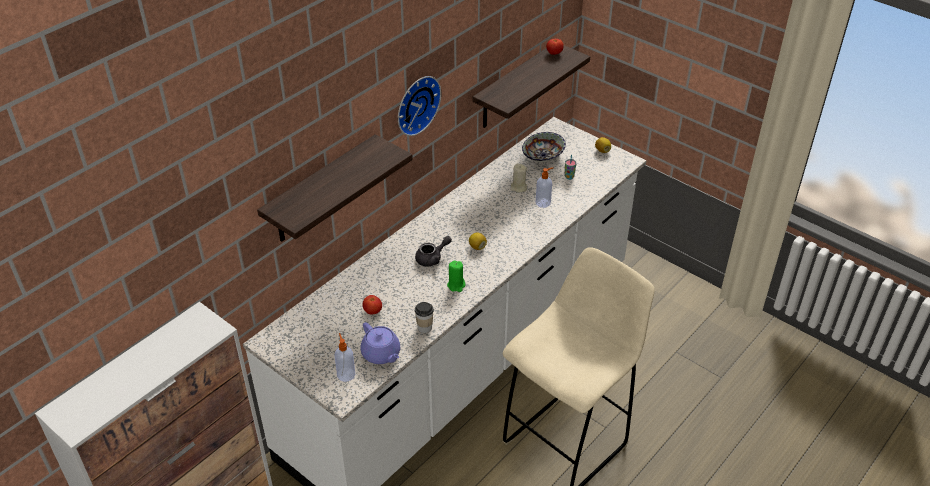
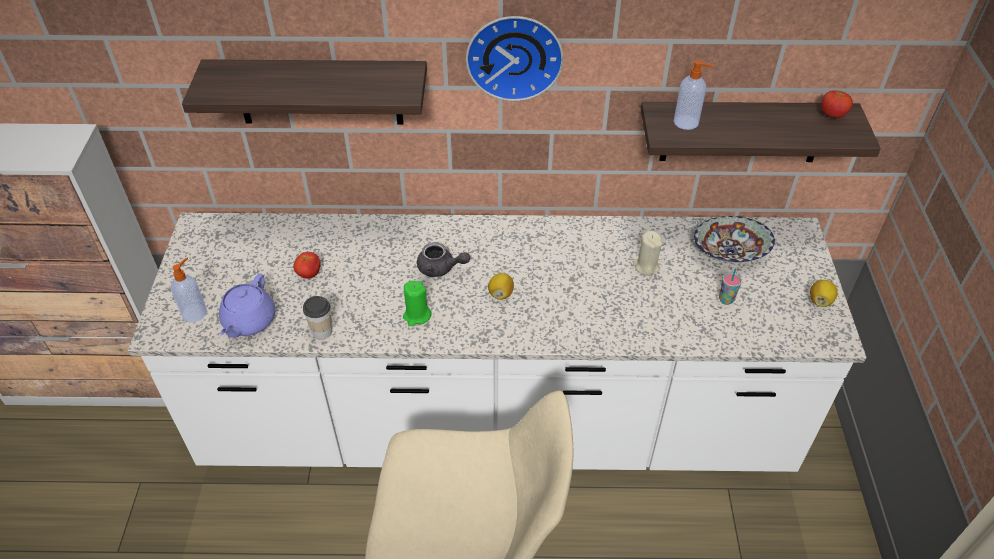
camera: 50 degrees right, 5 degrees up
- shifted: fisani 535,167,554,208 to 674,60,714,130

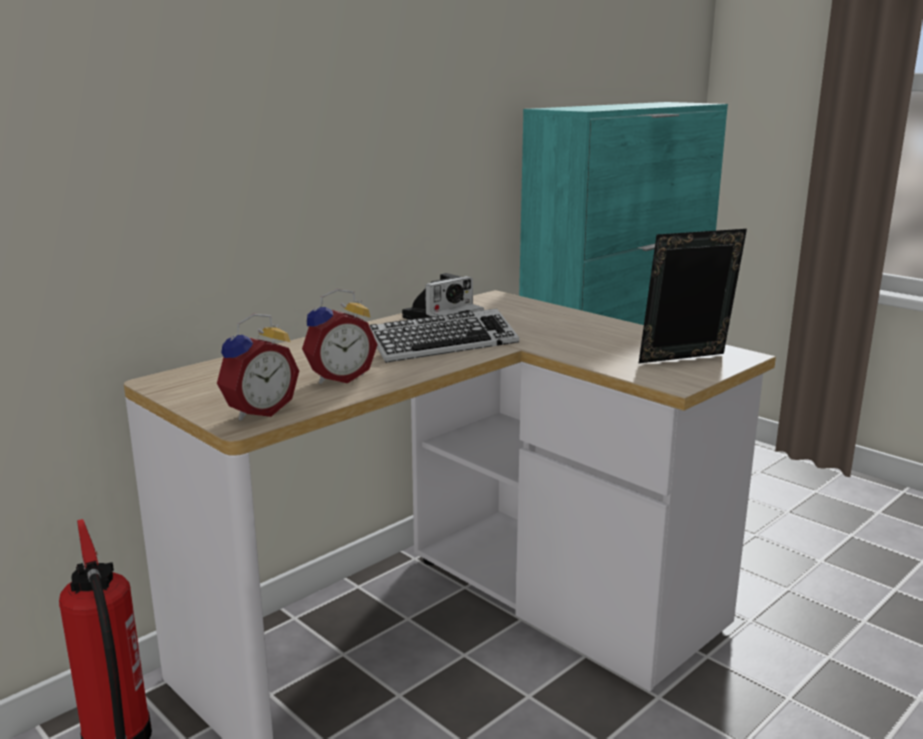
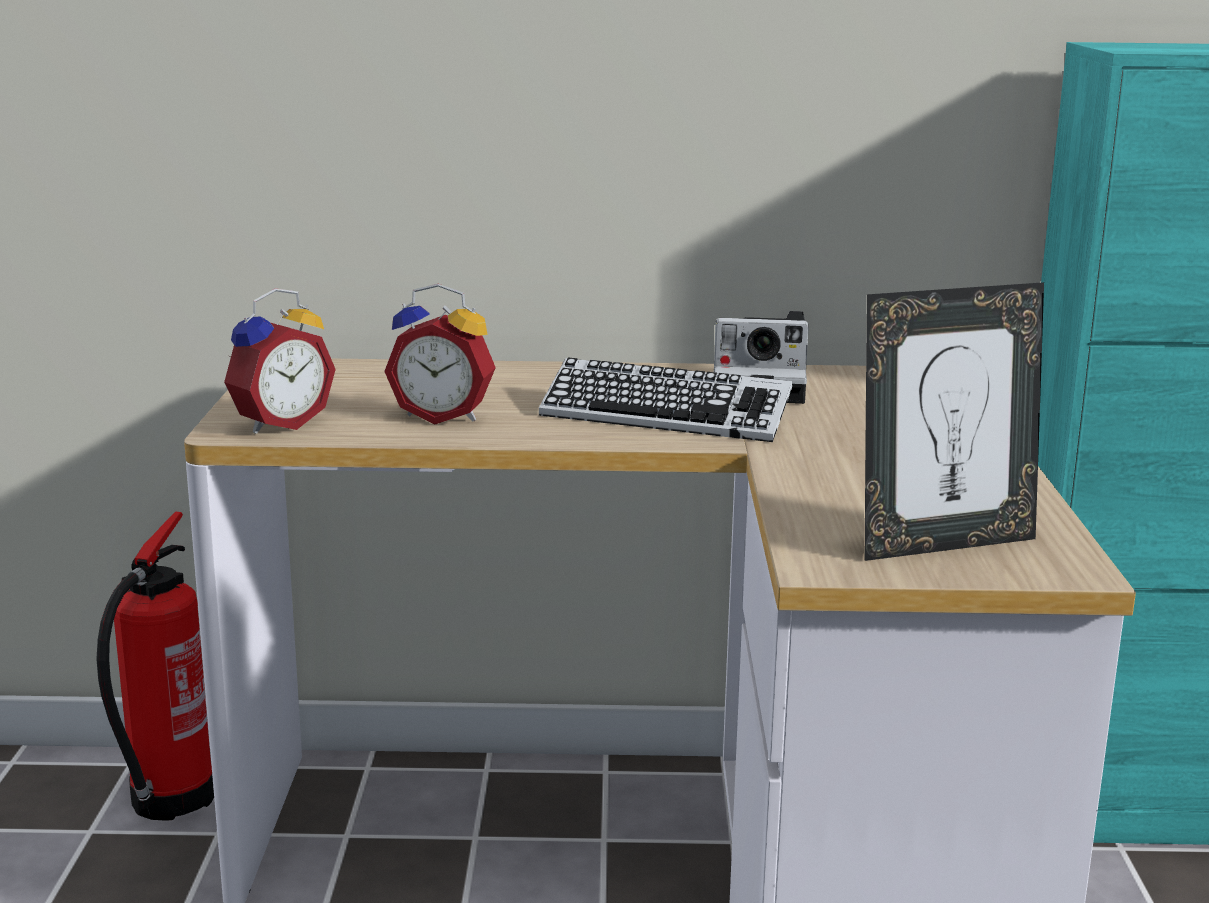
camera: 45 degrees right, 0 degrees up
- rotated: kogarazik 217,314,299,420 = 224,288,336,434 45 degrees counterclockwise
- rotated: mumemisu 639,229,747,363 = 865,282,1044,561 135 degrees clockwise

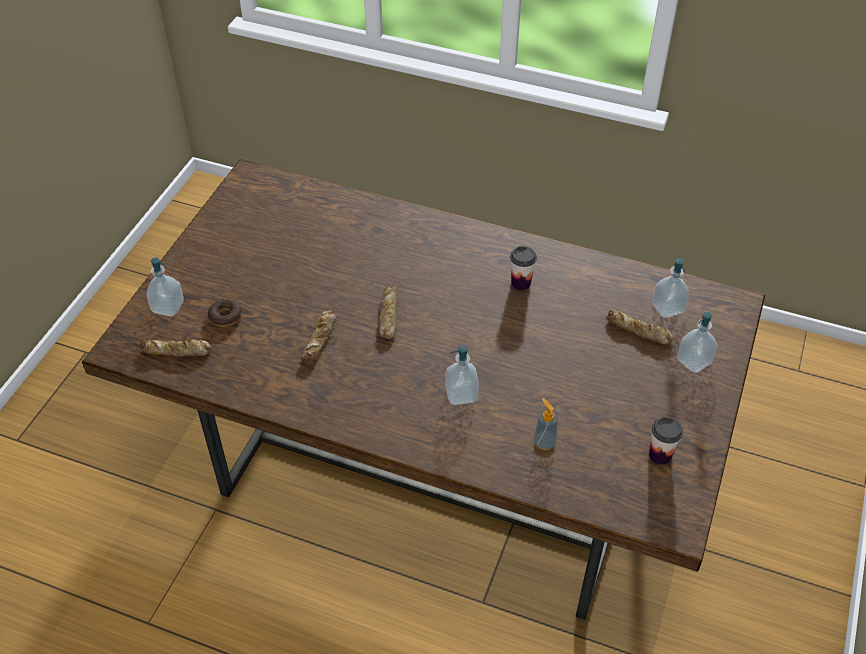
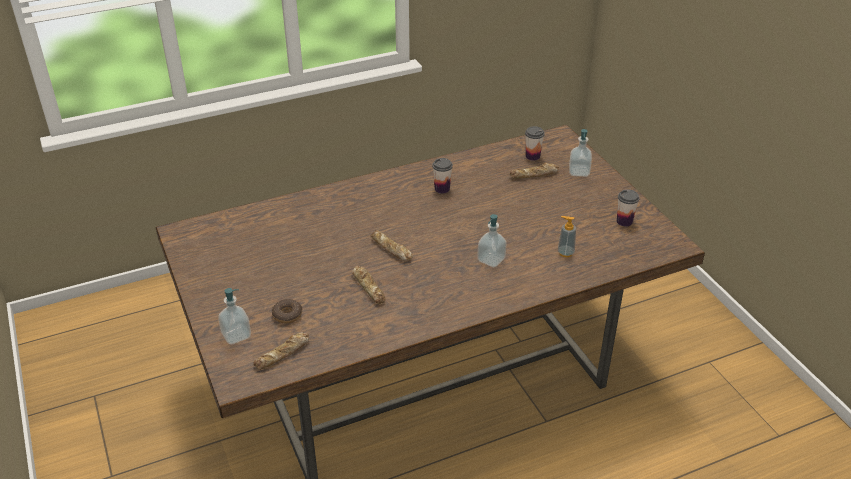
camera: 45 degrees left, 10 degrees down
- swapped: fisani 652,259,689,318 to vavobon 525,126,545,161

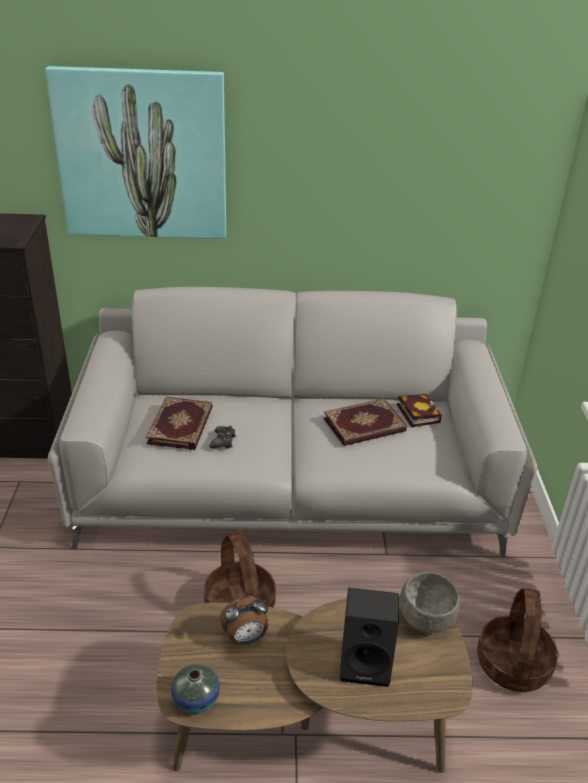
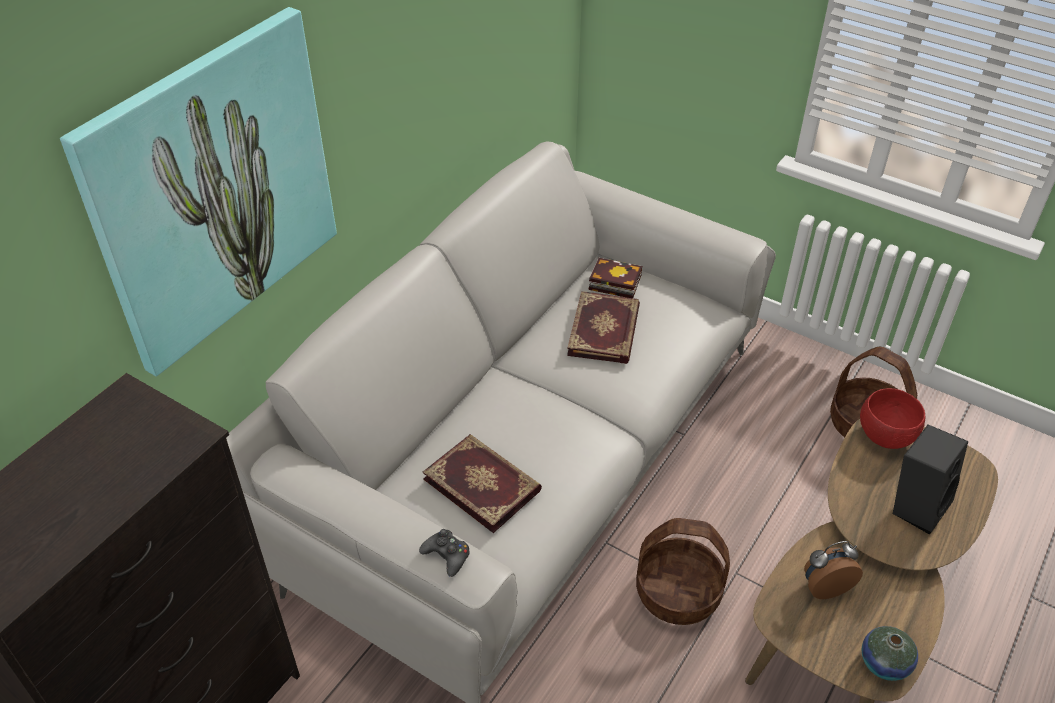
camera: 55 degrees left, 10 degrees up
- shifted: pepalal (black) 209,426,236,448 to 419,529,470,577
- repainted: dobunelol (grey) 400,572,460,633 to dobunelol (red) 860,388,925,449
- rotated: kogarazik 220,596,268,645 = 804,541,863,599 120 degrees counterclockwise

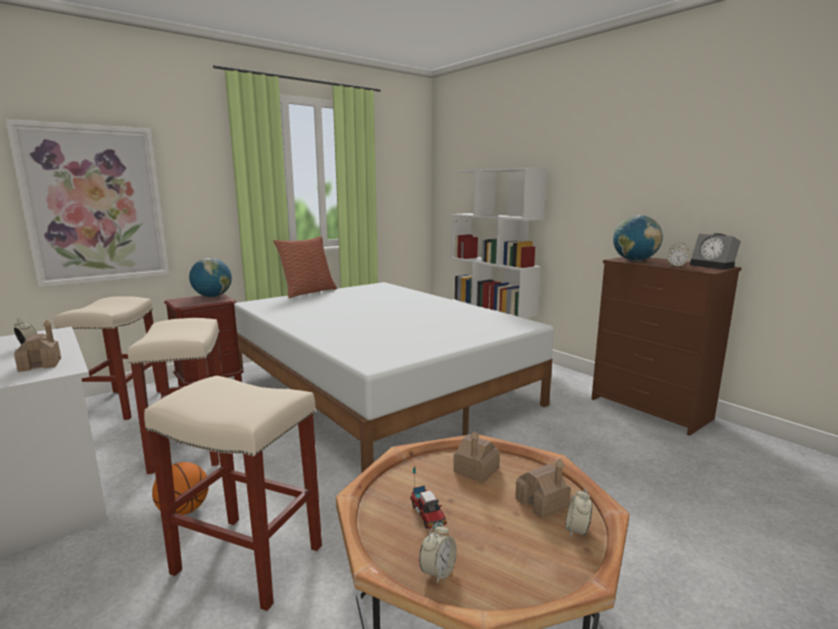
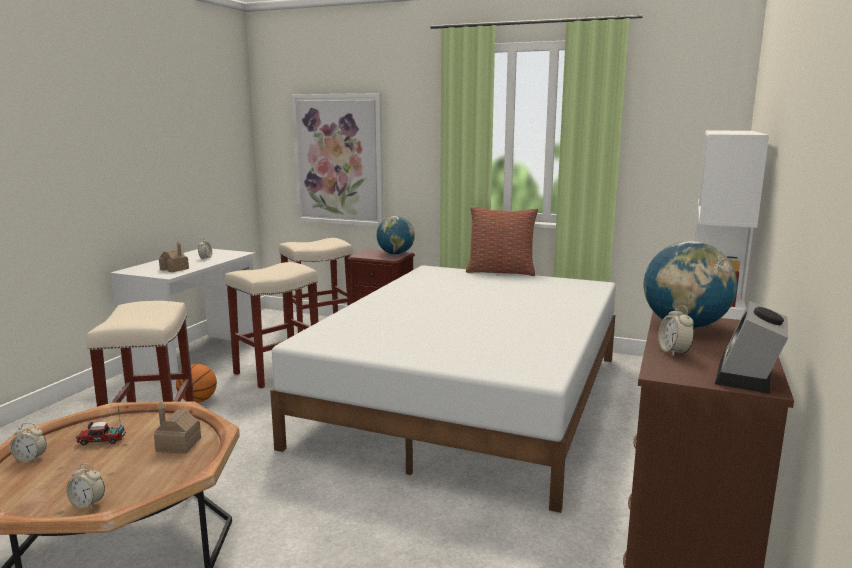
camera: 60 degrees right, 0 degrees up
- gone: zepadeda 515,458,571,519
- rotated: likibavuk 410,466,447,529 = 75,407,126,445 45 degrees clockwise
- rotated: kogarazik 566,489,592,537 = 66,463,105,509 150 degrees counterclockwise

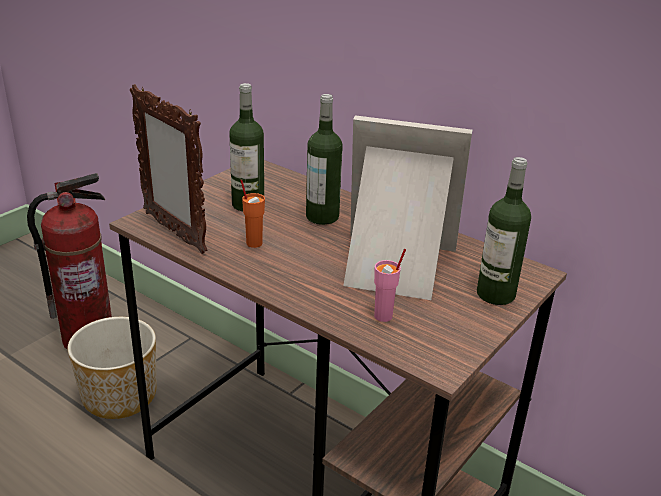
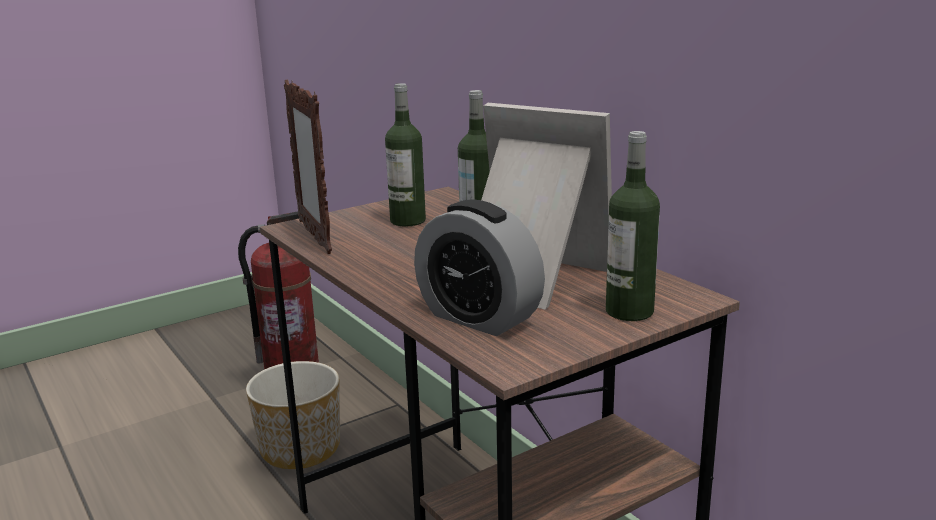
camera: 20 degrees right, 10 degrees down
- gone: vavobon (orange) 241,179,265,248
- swapped: vavobon (pink) 374,249,406,322 to kogarazik 414,199,545,336

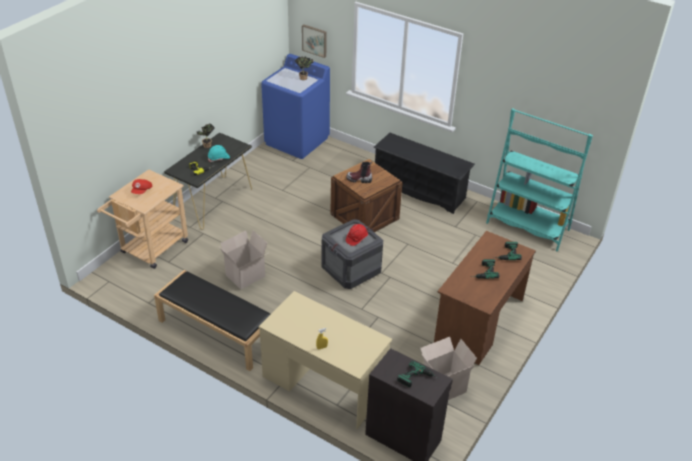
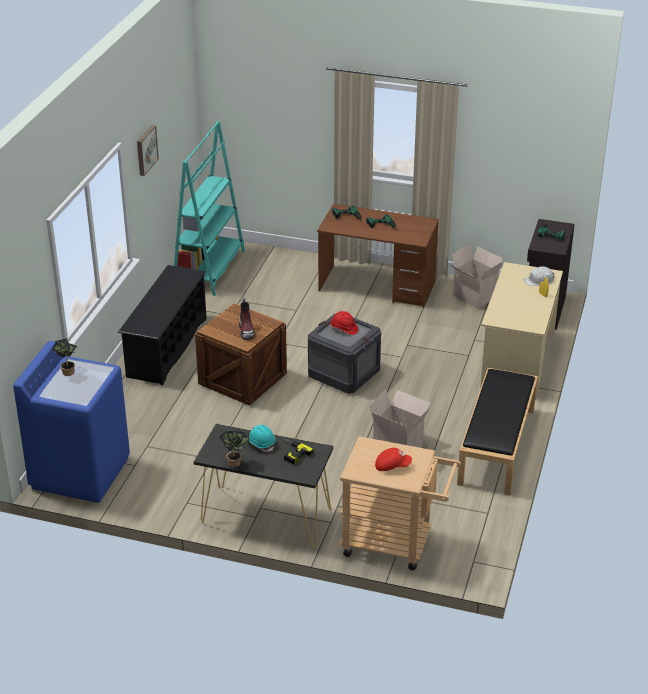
camera: 105 degrees left, 5 degrees down
- new: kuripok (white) 524,266,555,286
- shifted: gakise 302,24,327,58 to 137,125,159,176

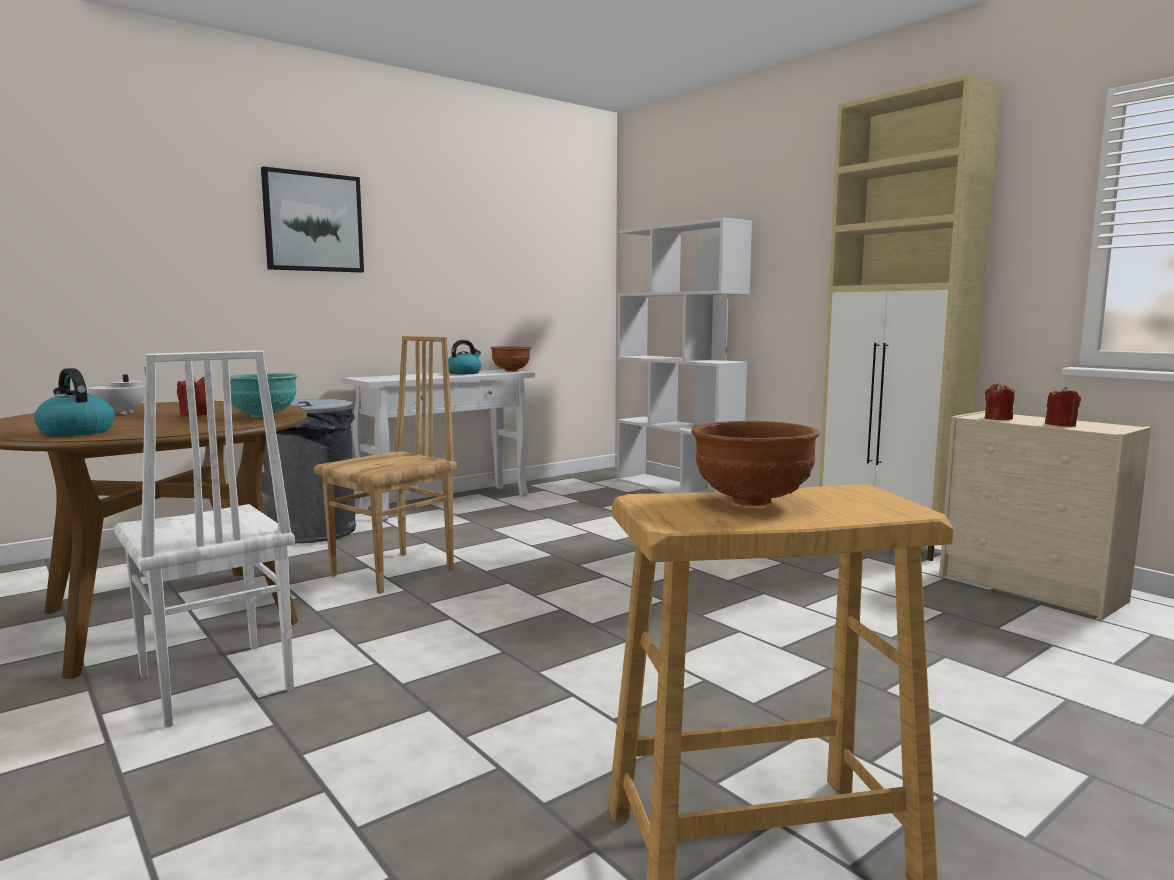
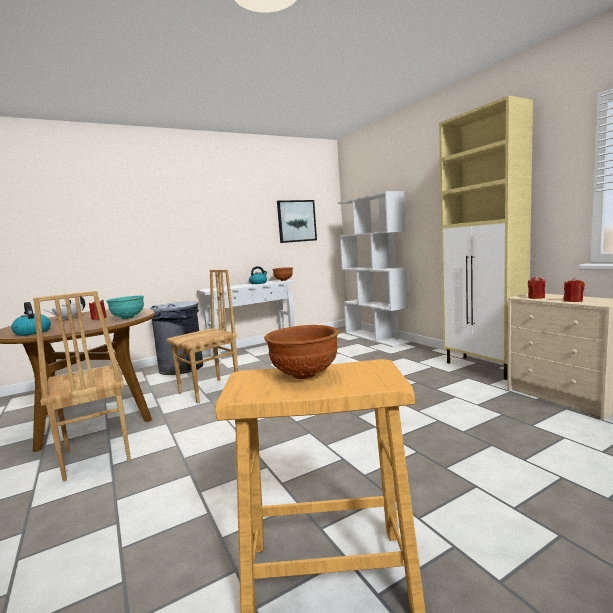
camera: 10 degrees right, 0 degrees up
- shifted: gakise 261,167,364,272 to 277,200,317,243
- repainted: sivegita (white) 114,350,295,728 to sivegita (brown) 33,291,131,481

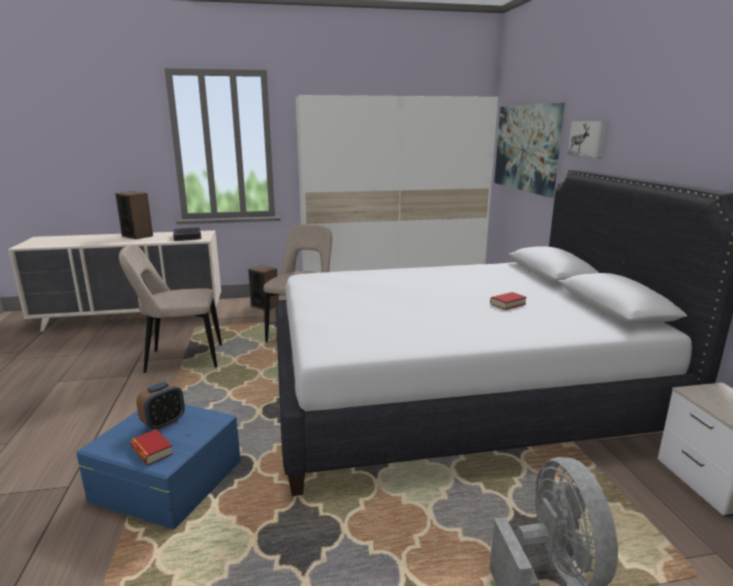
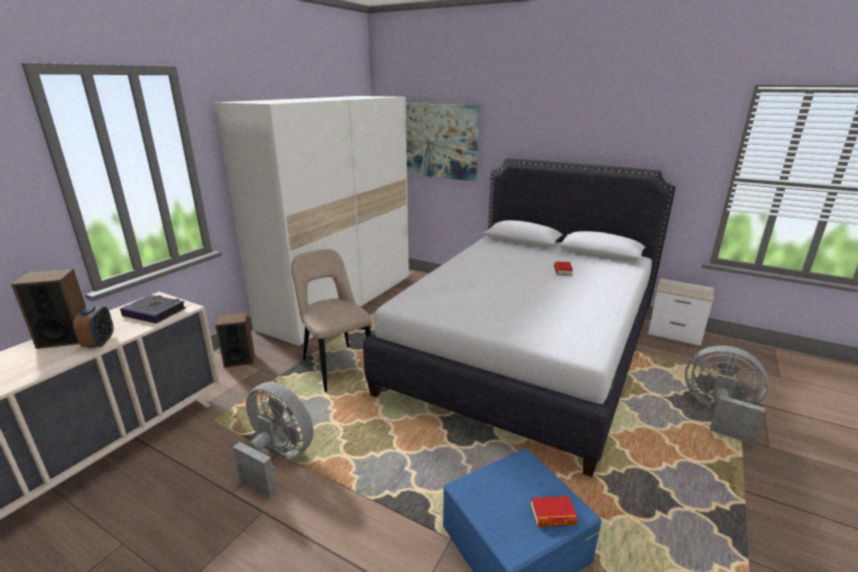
camera: 50 degrees left, 5 degrees up
- gone: gakise 568,121,607,159
- shifted: kogarazik 136,382,185,430 to 73,305,114,348
- swapped: sivegita (beige) 119,244,222,373 to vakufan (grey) 233,382,314,498

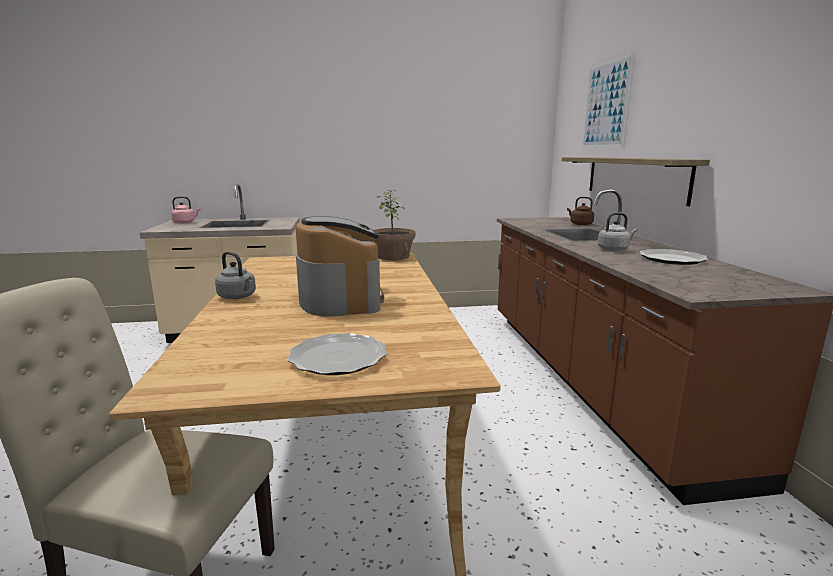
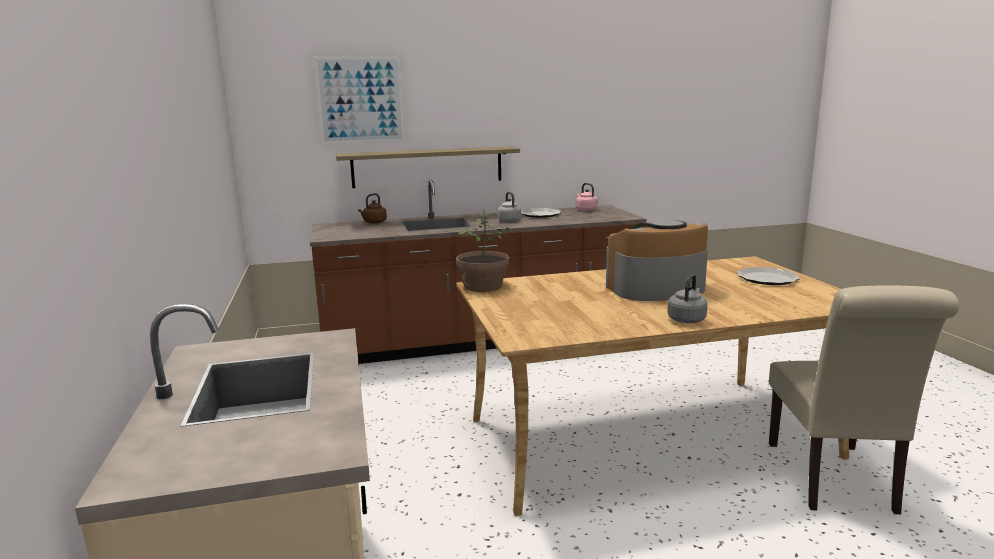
camera: 95 degrees left, 0 degrees up
- shifted: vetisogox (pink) 171,196,201,223 to 576,183,598,211

